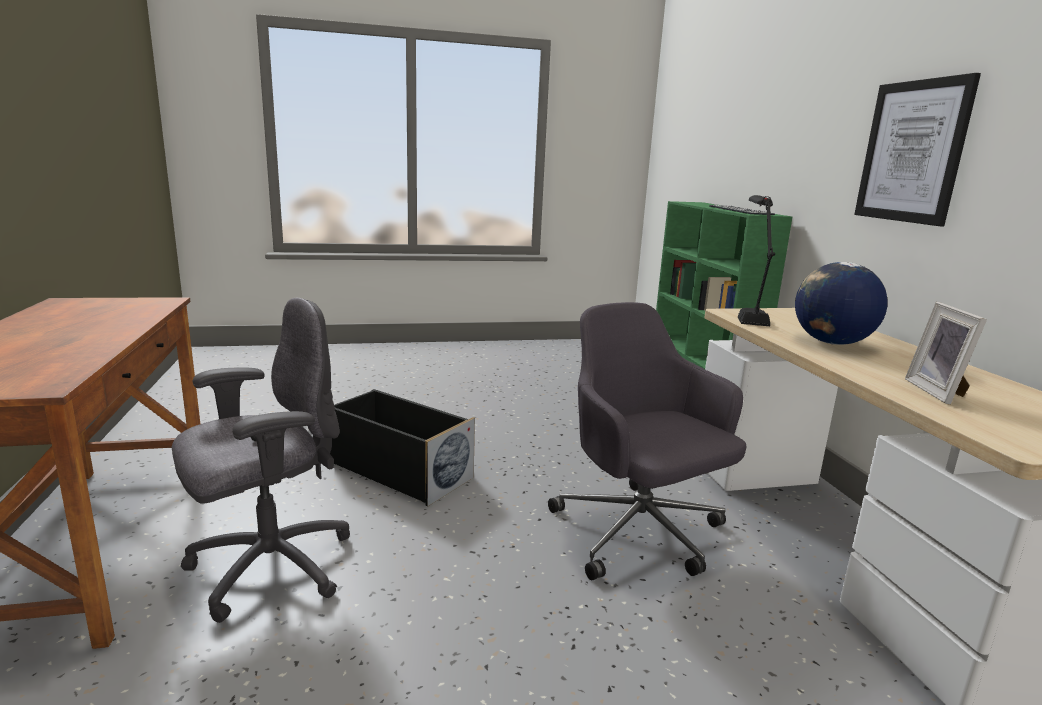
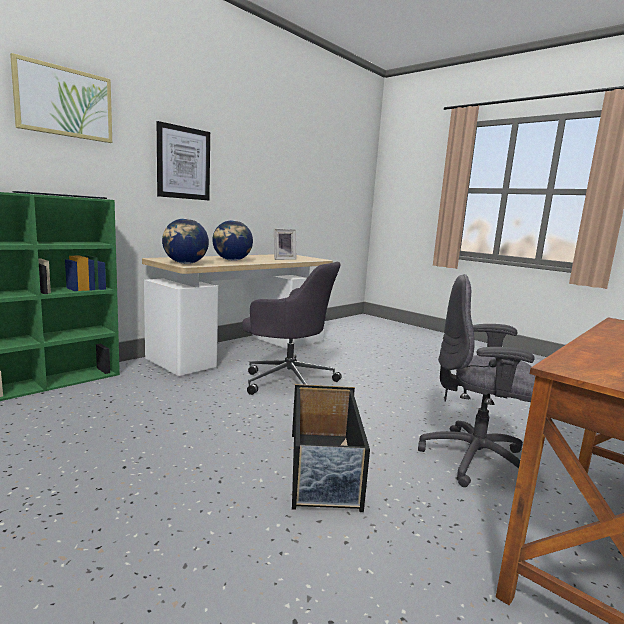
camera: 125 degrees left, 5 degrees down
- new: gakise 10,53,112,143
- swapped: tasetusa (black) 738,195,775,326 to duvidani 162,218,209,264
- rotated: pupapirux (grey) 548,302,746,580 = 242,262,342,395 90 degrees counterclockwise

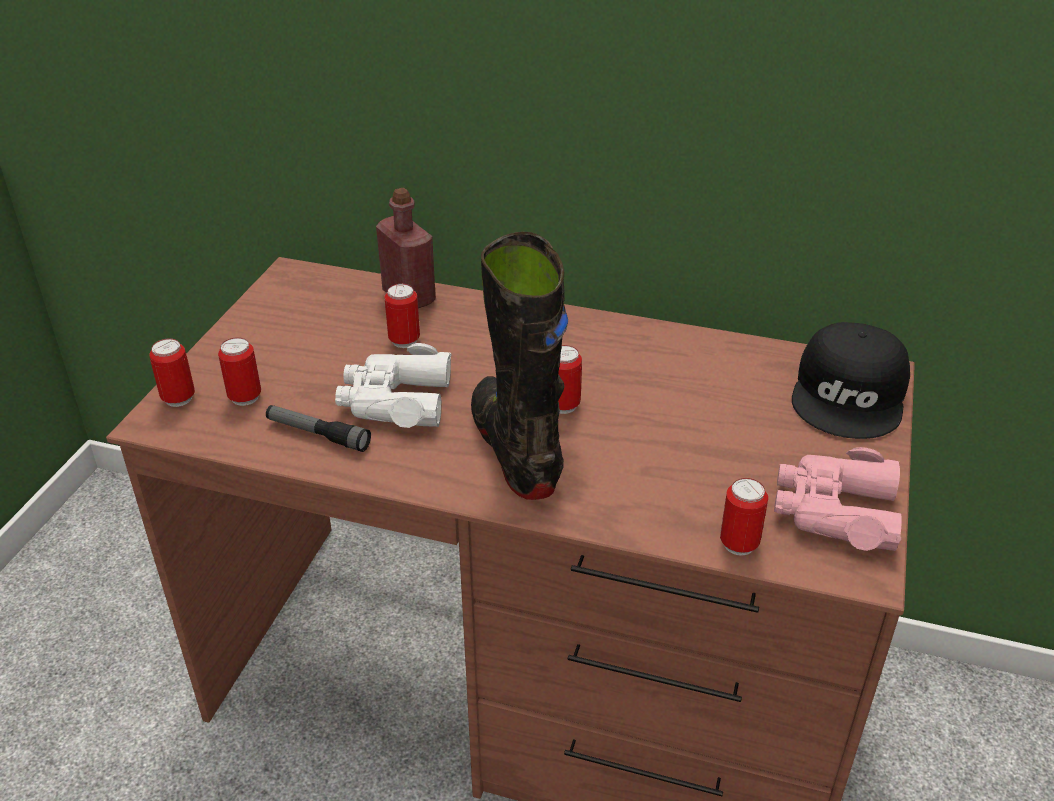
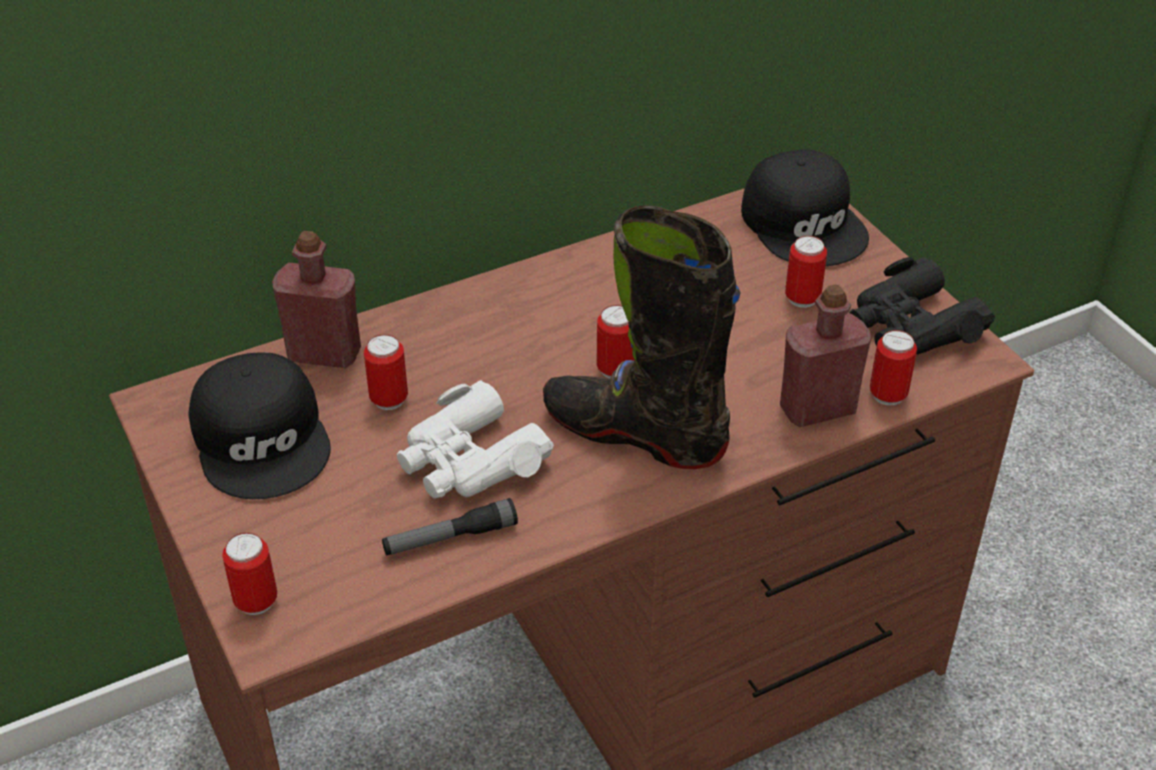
camera: 45 degrees left, 5 degrees up
- new: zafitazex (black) 188,352,331,499
- new: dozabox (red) 780,285,871,427
- shifted: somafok 218,337,261,406 to 785,236,827,308
- repainted: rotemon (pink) 774,447,902,551 to rotemon (black) 849,257,995,355

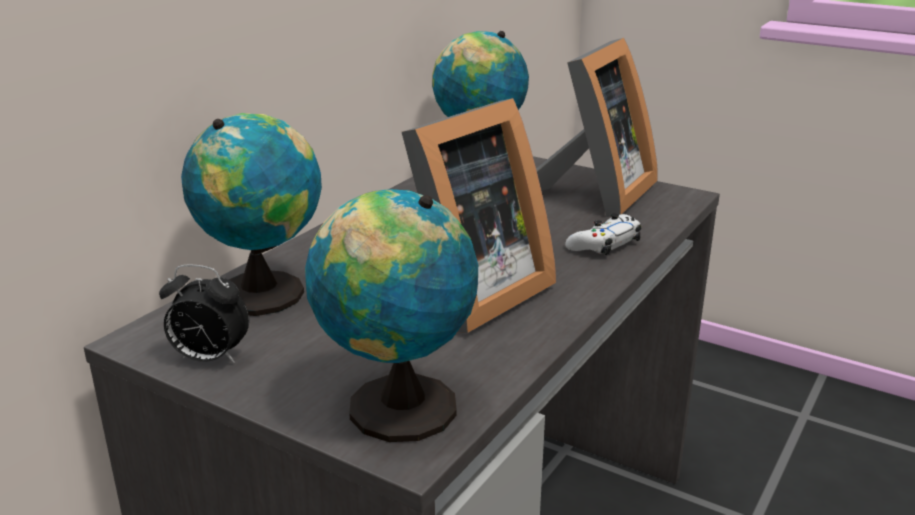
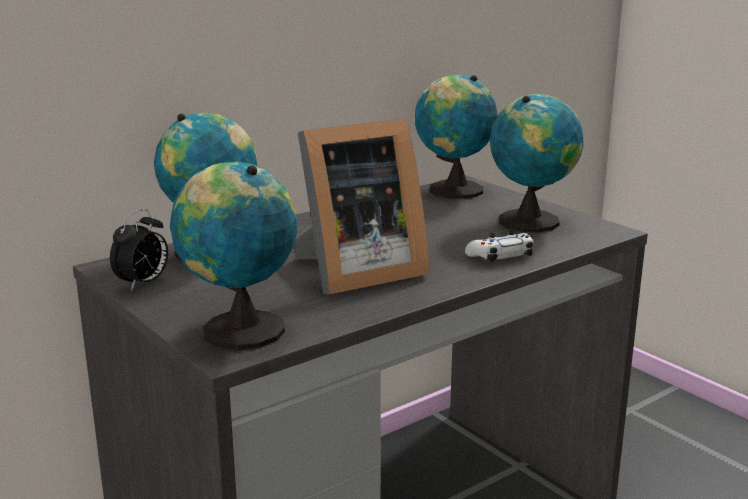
camera: 20 degrees right, 5 degrees down
- swapped: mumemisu 536,38,658,217 to duvidani 490,94,583,232
- rotated: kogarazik 159,264,249,363 = 110,209,168,291 90 degrees counterclockwise

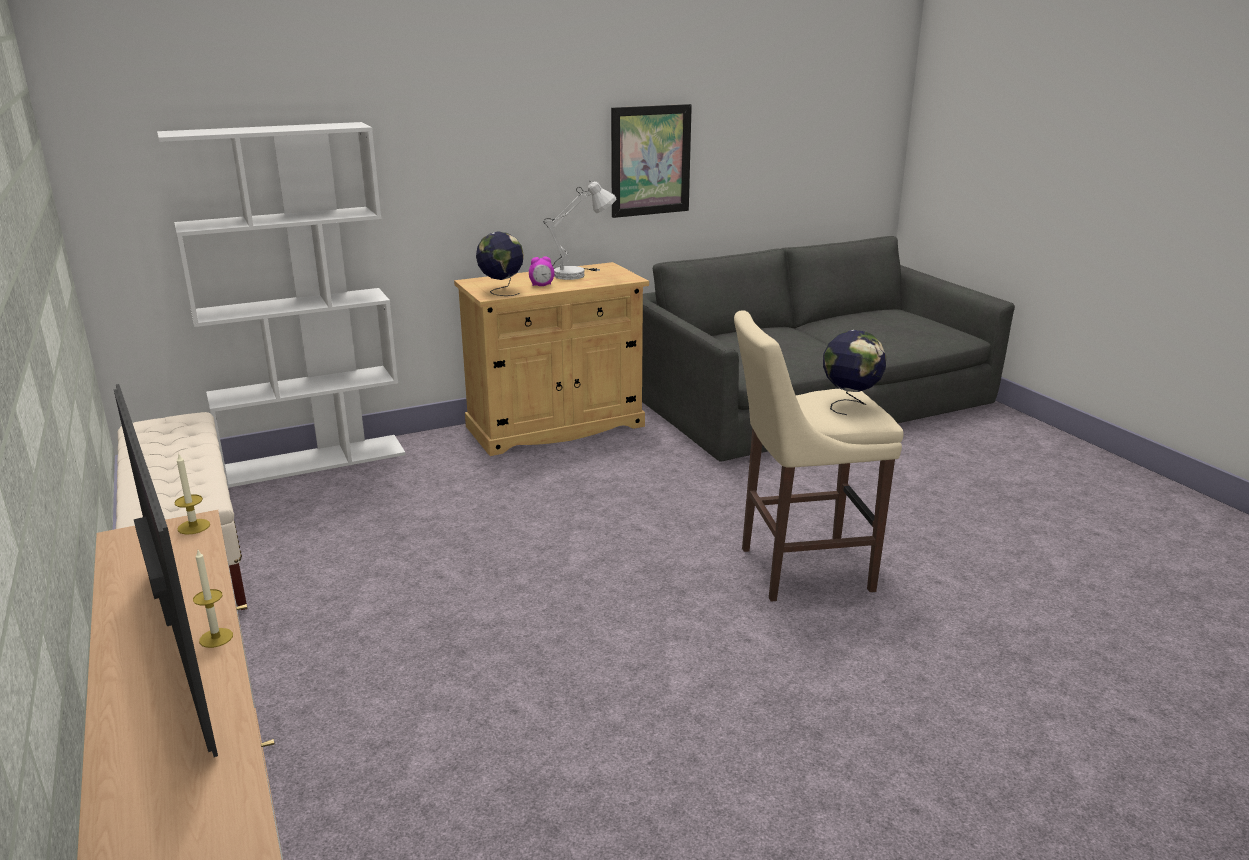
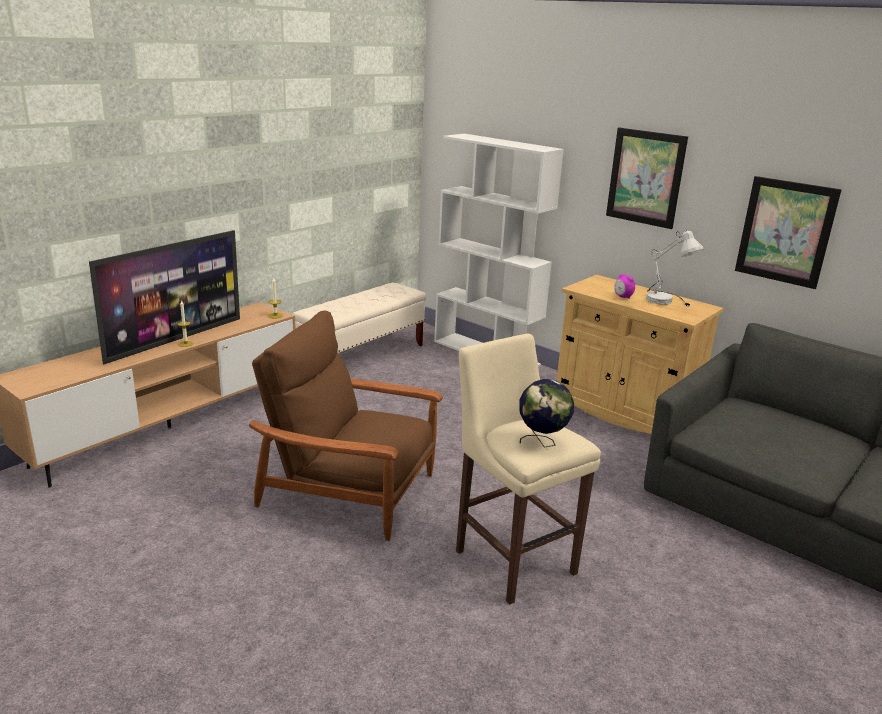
camera: 65 degrees right, 0 degrees up
- gone: duvidani 476,231,524,296
- new: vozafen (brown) 249,310,443,541
- new: gakise 606,128,688,229

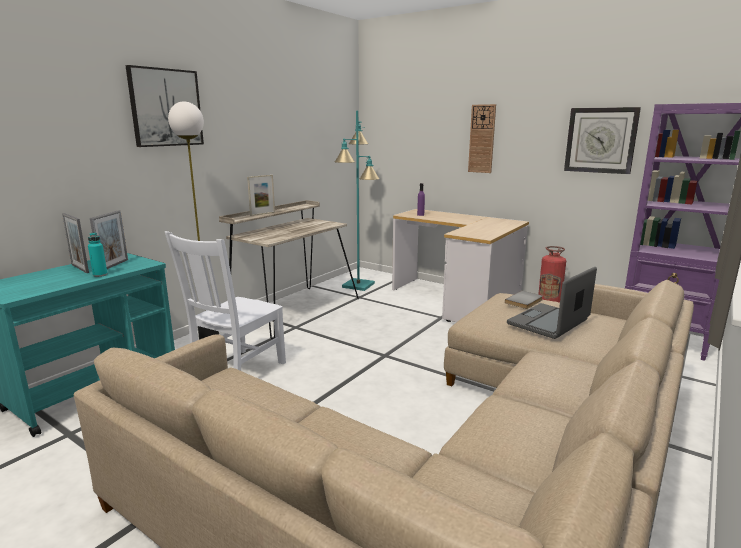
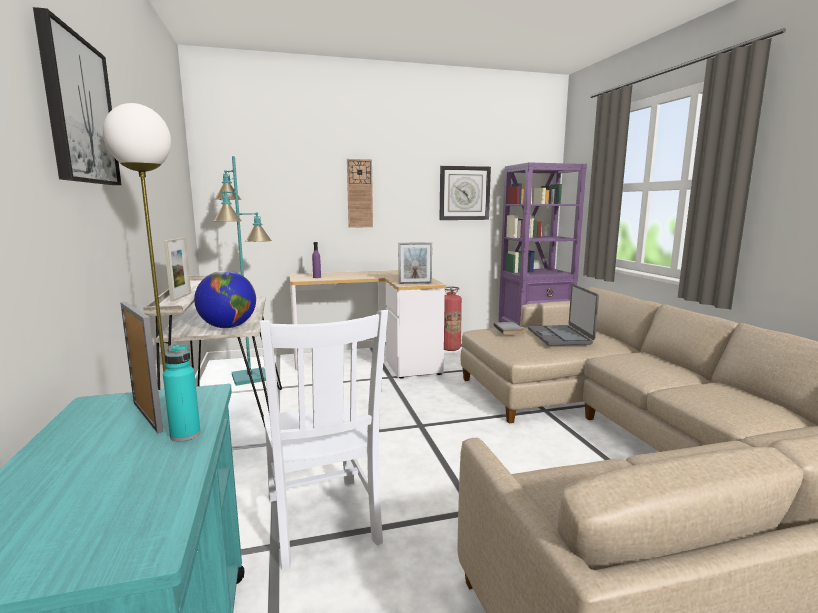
camera: 50 degrees left, 5 degrees down
- new: duvidani 194,271,256,328
- shifted: mumemisu 62,213,89,273 to 398,242,432,284

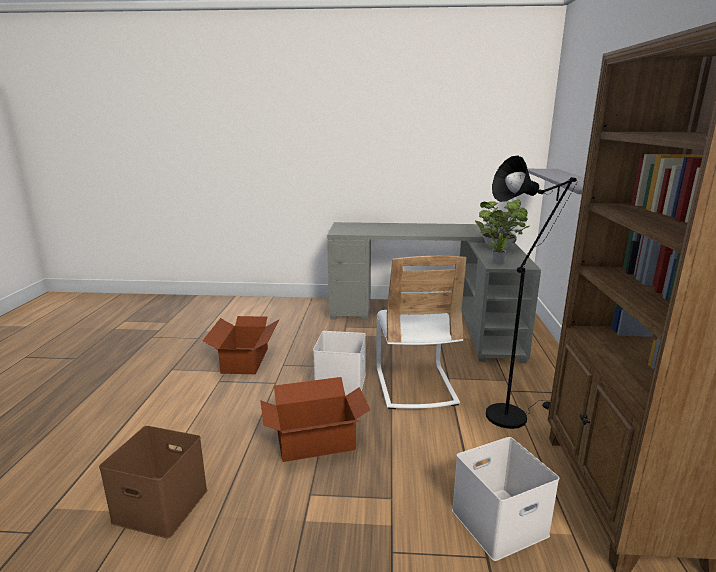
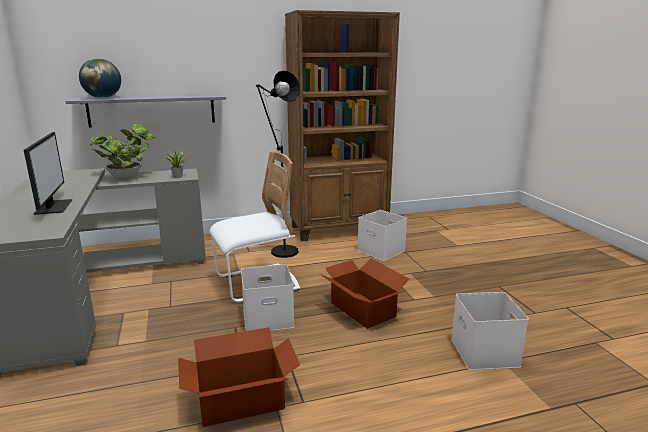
camera: 110 degrees left, 0 degrees up
- new: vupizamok 24,132,72,215
- new: duvidani 79,58,121,98
- repainted: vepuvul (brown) 99,426,207,539 to vepuvul (white) 451,292,529,370

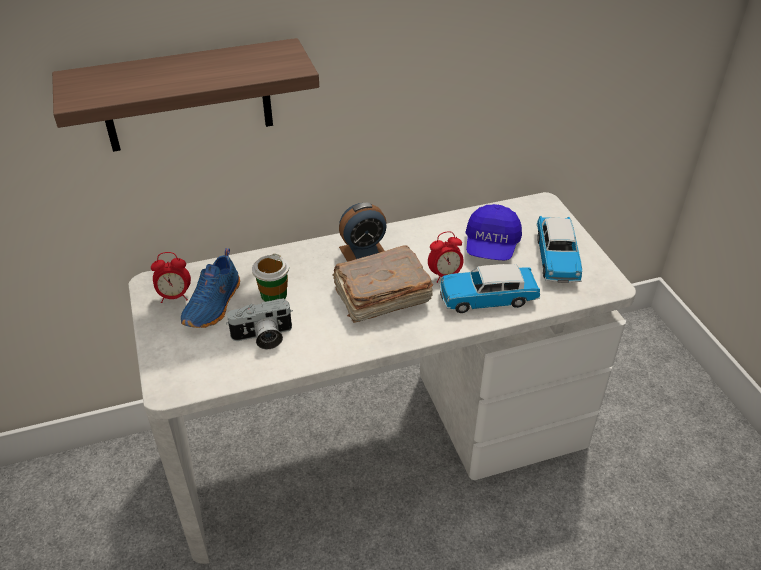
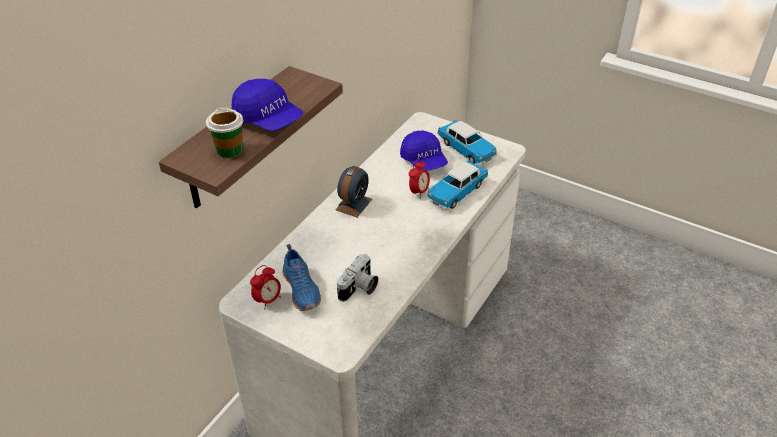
camera: 40 degrees left, 0 degrees up
- gone: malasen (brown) 332,245,433,323
- new: zafitazex (blue) 232,79,303,131
- shifted: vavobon 252,254,289,302 to 206,107,243,158

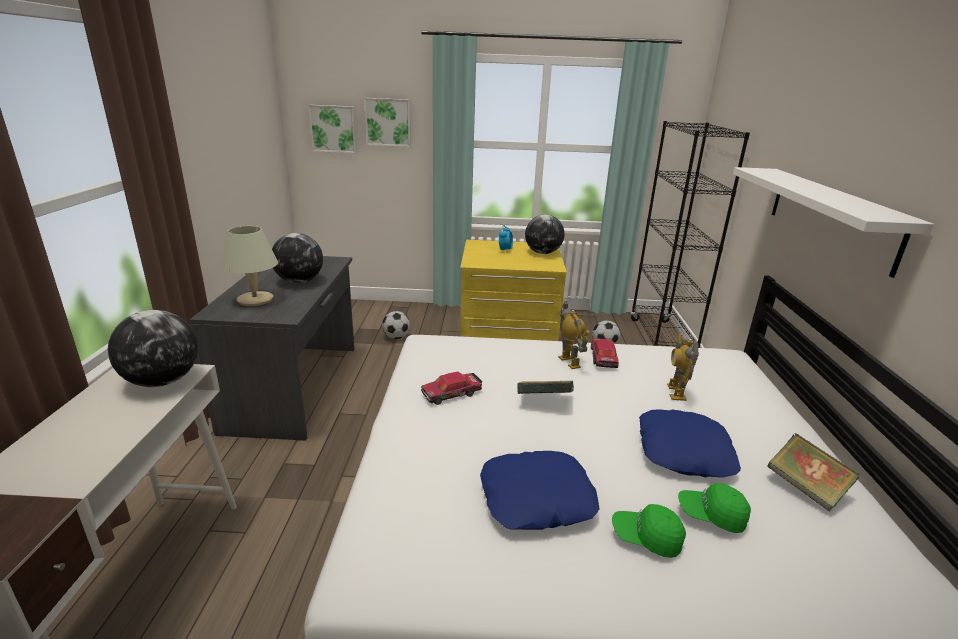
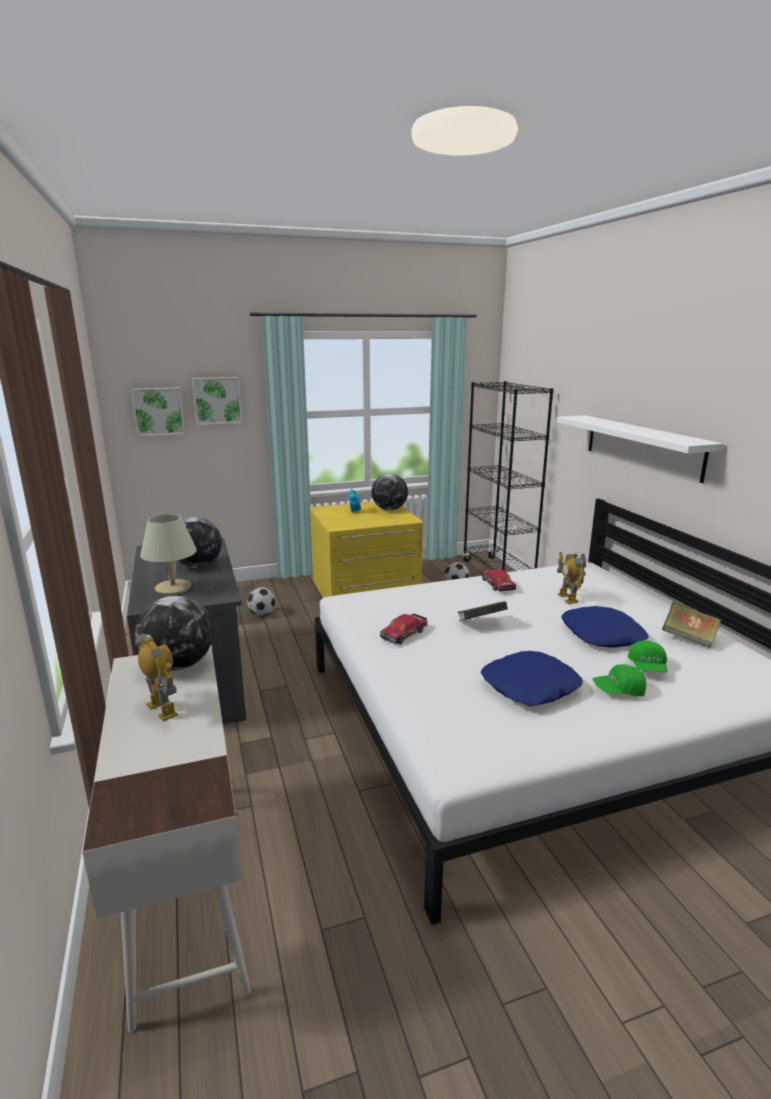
camera: 20 degrees left, 5 degrees down
- shifted: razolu 558,301,590,369 to 135,623,178,721
- rotated: zafitazex (green) 678,483,751,533 = 628,640,668,673 75 degrees counterclockwise

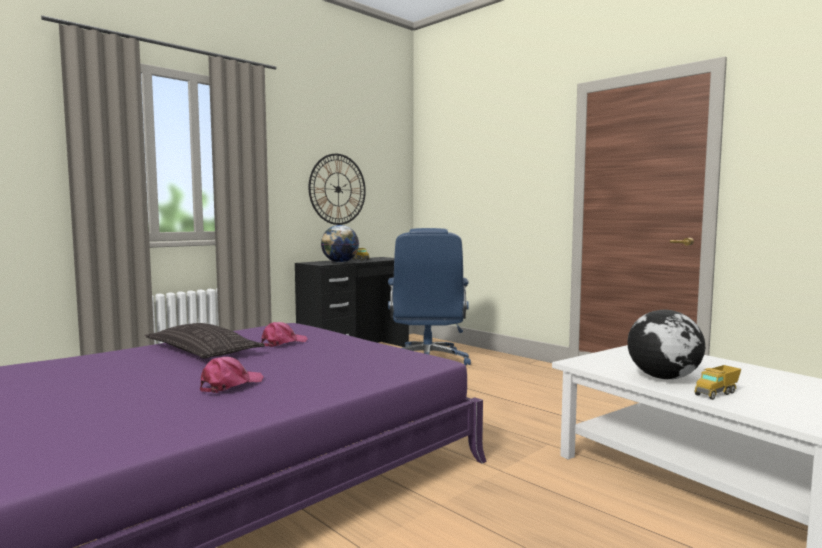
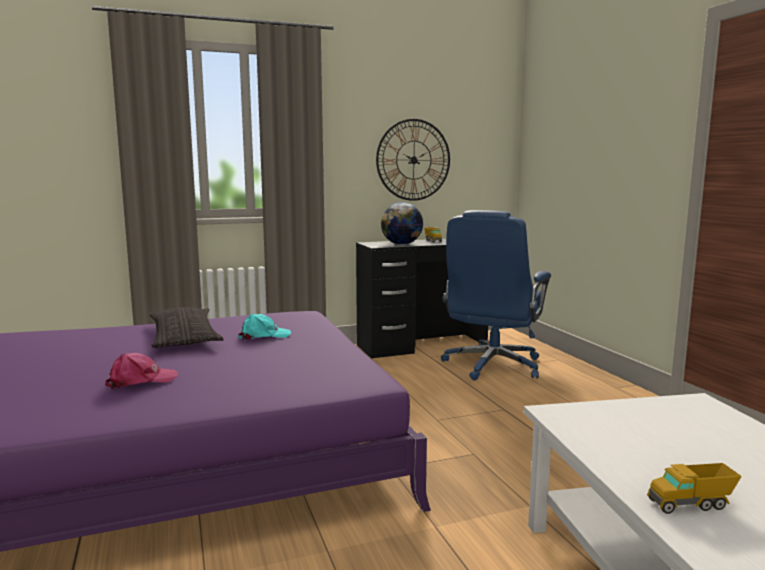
camera: 25 degrees right, 5 degrees up
- gone: duvidani 627,310,705,379
- repainted: zafitazex (pink) 261,322,308,347 to zafitazex (turquoise) 238,314,291,341

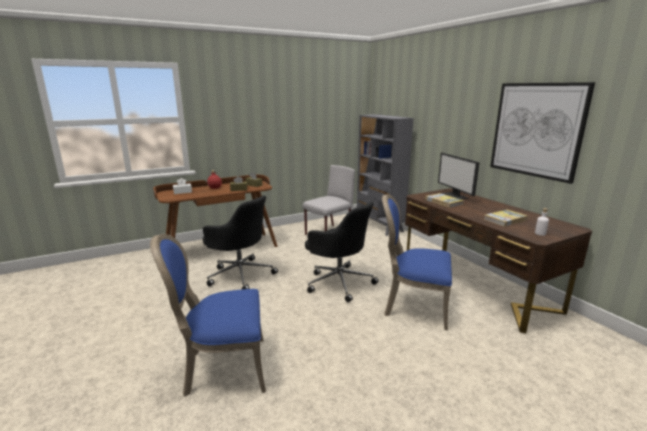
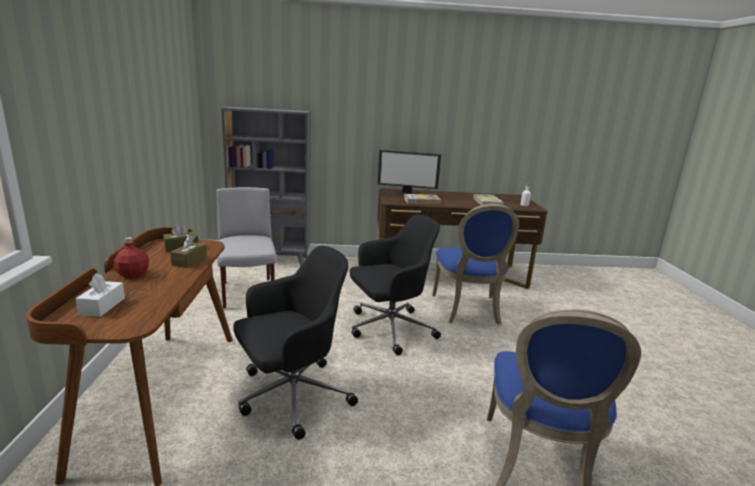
camera: 65 degrees left, 0 degrees up
- gone: gakise 490,82,595,184
- rotated: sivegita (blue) 382,194,452,330 = 432,203,519,325 45 degrees counterclockwise

